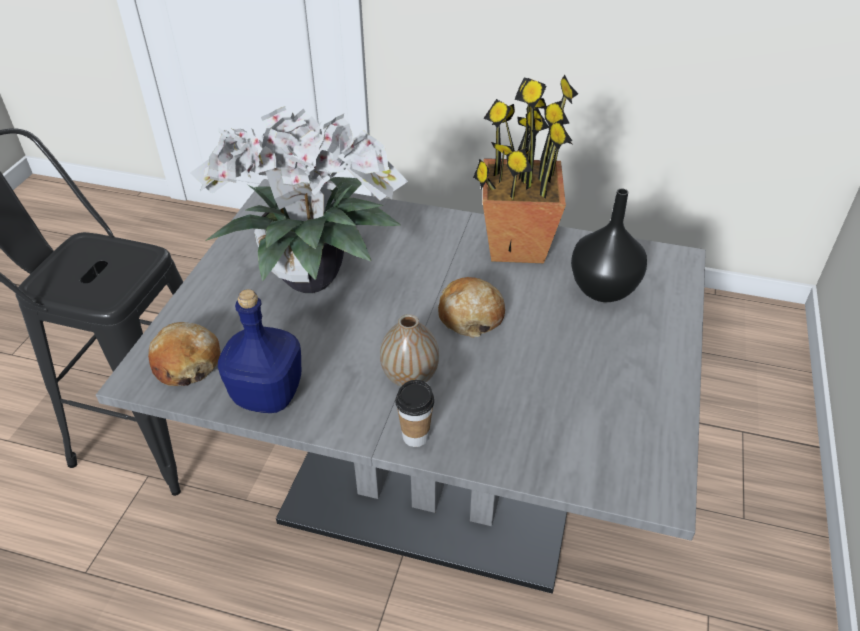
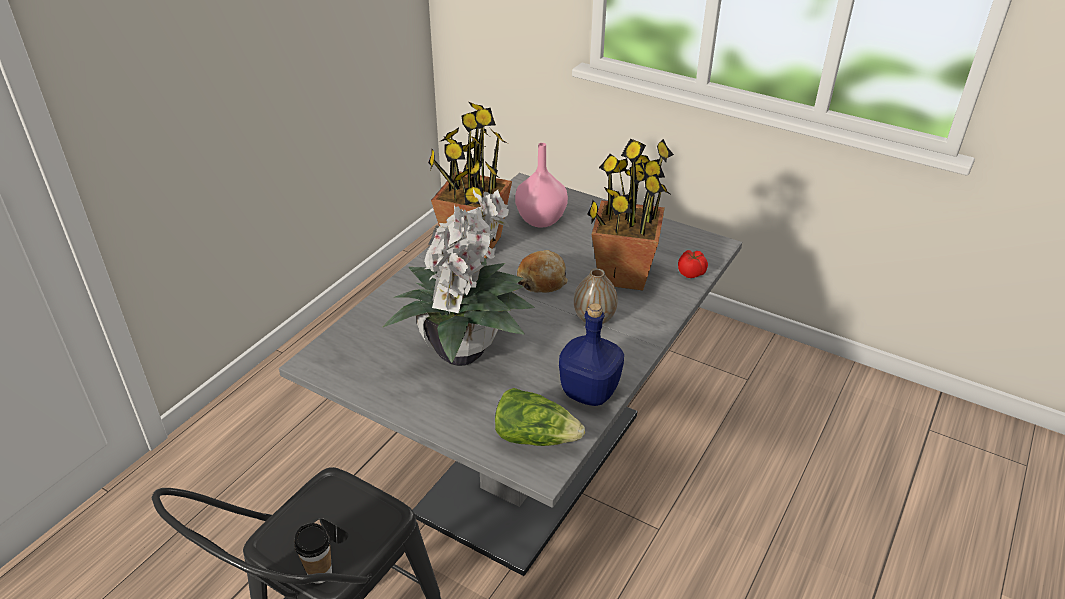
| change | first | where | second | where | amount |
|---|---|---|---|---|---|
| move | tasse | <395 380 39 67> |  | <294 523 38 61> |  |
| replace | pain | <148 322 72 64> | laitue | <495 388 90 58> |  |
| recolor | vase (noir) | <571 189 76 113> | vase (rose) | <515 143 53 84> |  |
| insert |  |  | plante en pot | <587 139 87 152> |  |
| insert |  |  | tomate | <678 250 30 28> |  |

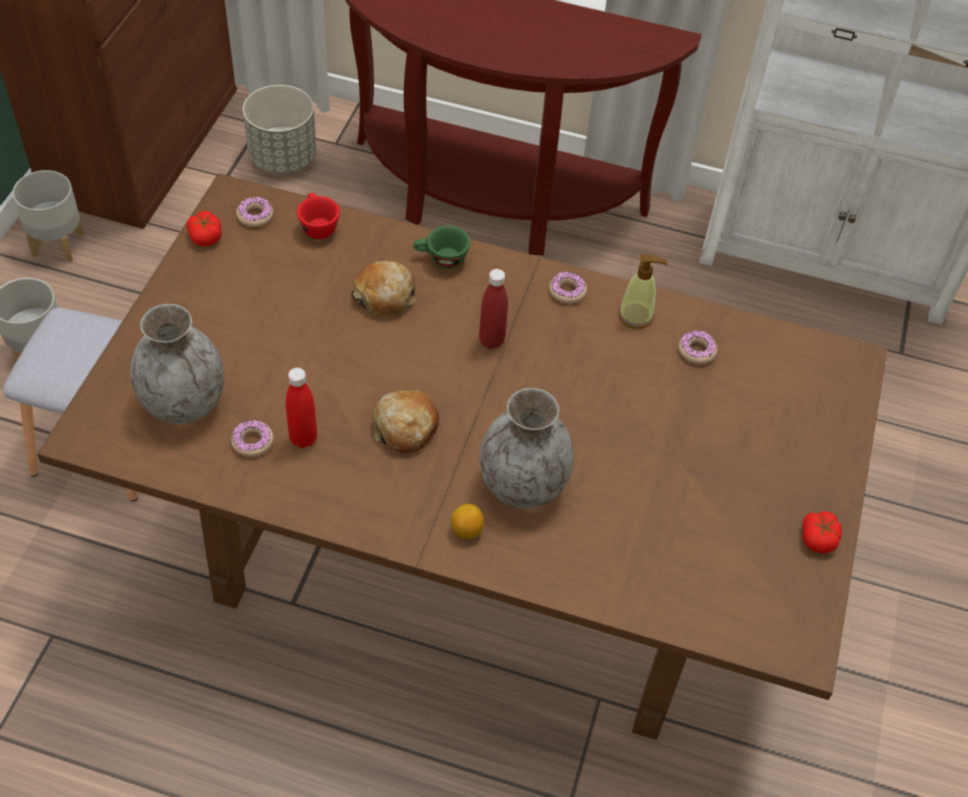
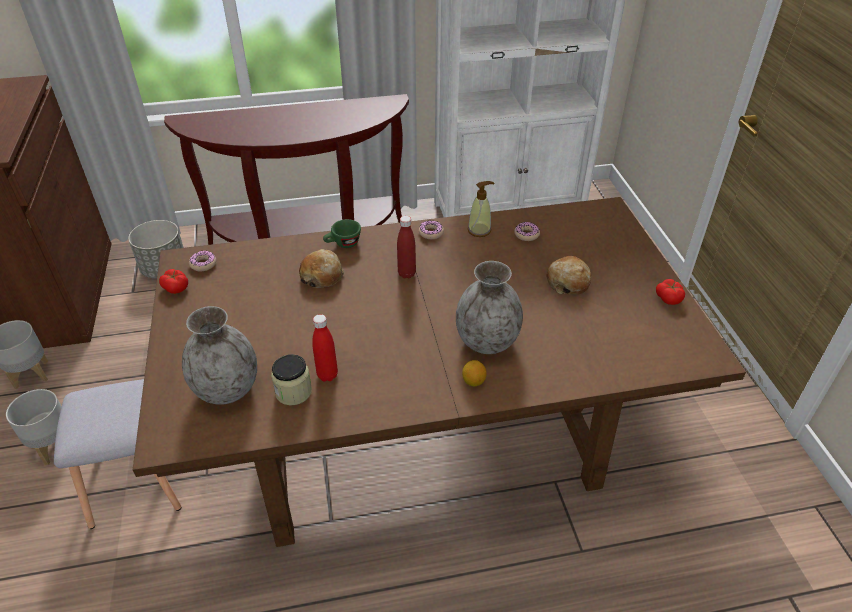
| change | first | where | second | where | amount |
|---|---|---|---|---|---|
| replace | beignet | <231 420 43 37> | bocal | <271 354 41 51> |  |
| move | pain | <372 391 67 63> |  | <546 256 45 38> |  |
| delete | tasse (rouge) | <297 193 43 46> |  |  |  |

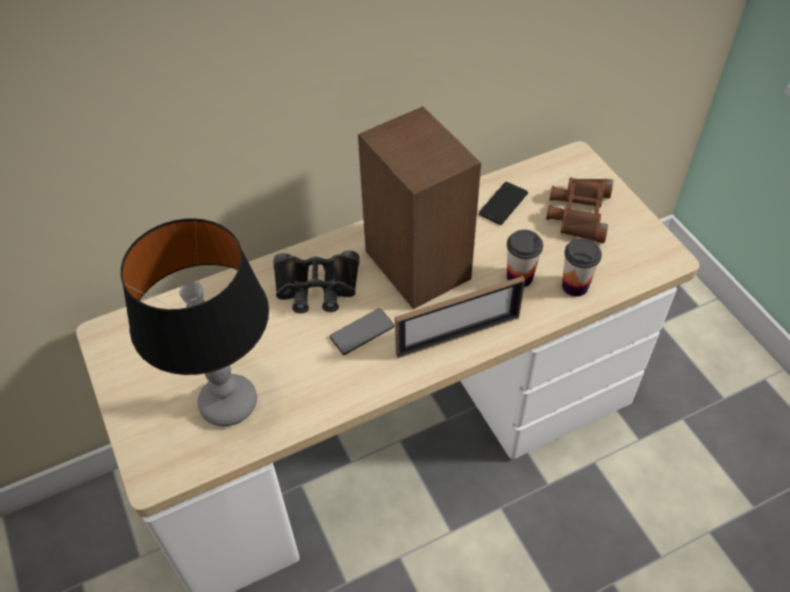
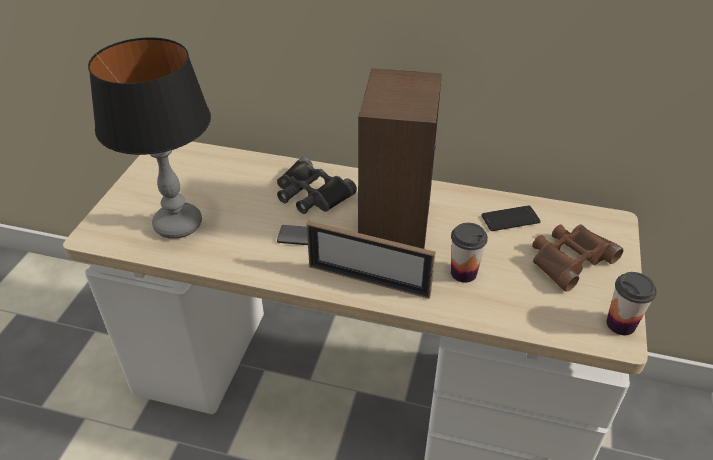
| change | first | where | second | where | amount |
|---|---|---|---|---|---|
| move | tasse | <562 238 40 59> |  | <606 272 51 63> |  |

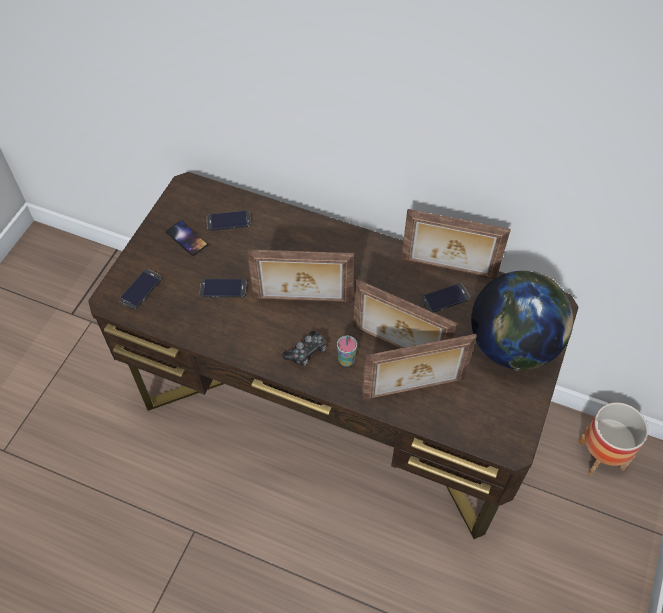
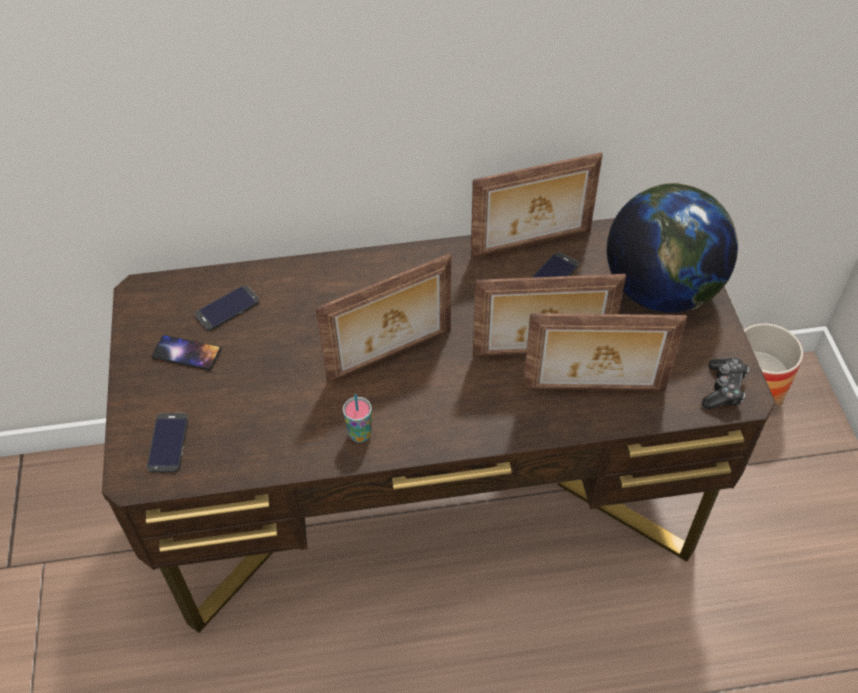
| change | first | where | second | where | amount |
|---|---|---|---|---|---|
| move | tasse | <337 335 20 32> |  | <343 394 29 49> |  |
| rotate | cadre photo | <362 334 115 66> |  | <523 313 164 78> | 45 degrees clockwise |
| move | manette | <282 331 44 35> |  | <702 357 47 53> |  |
| delete | téléphone | <200 279 47 19> |  |  |  |

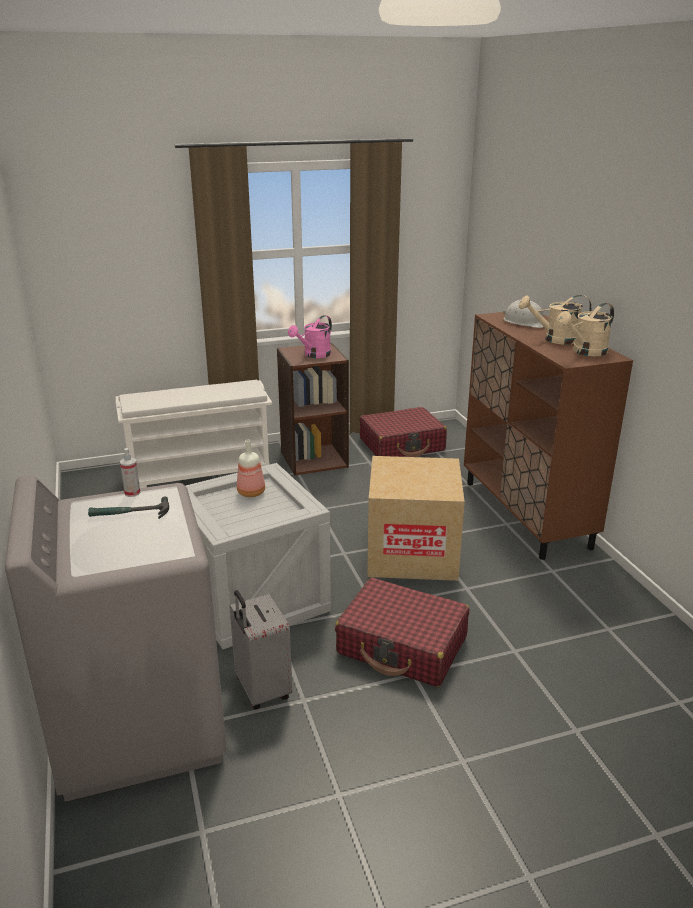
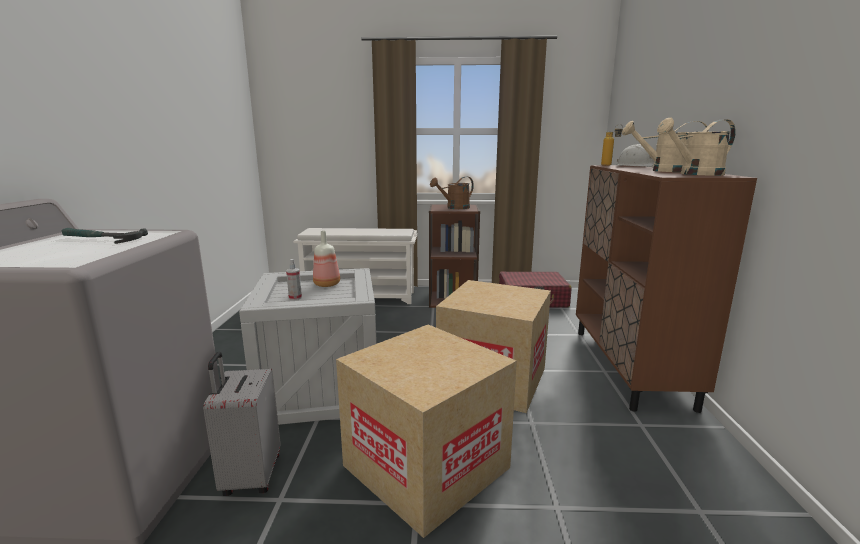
| change | first | where | second | where | amount |
|---|---|---|---|---|---|
| move | vaporisateur | <120 448 20 49> |  | <286 259 16 41> |  |
| replace | valise (rouge) | <335 578 134 109> | carton | <336 324 181 214> |  |
| recolor | arrosoir (rose) | <288 315 44 43> | arrosoir (marron) | <430 177 44 32> |  |
| insert |  |  | bouteille | <601 124 22 42> |  |

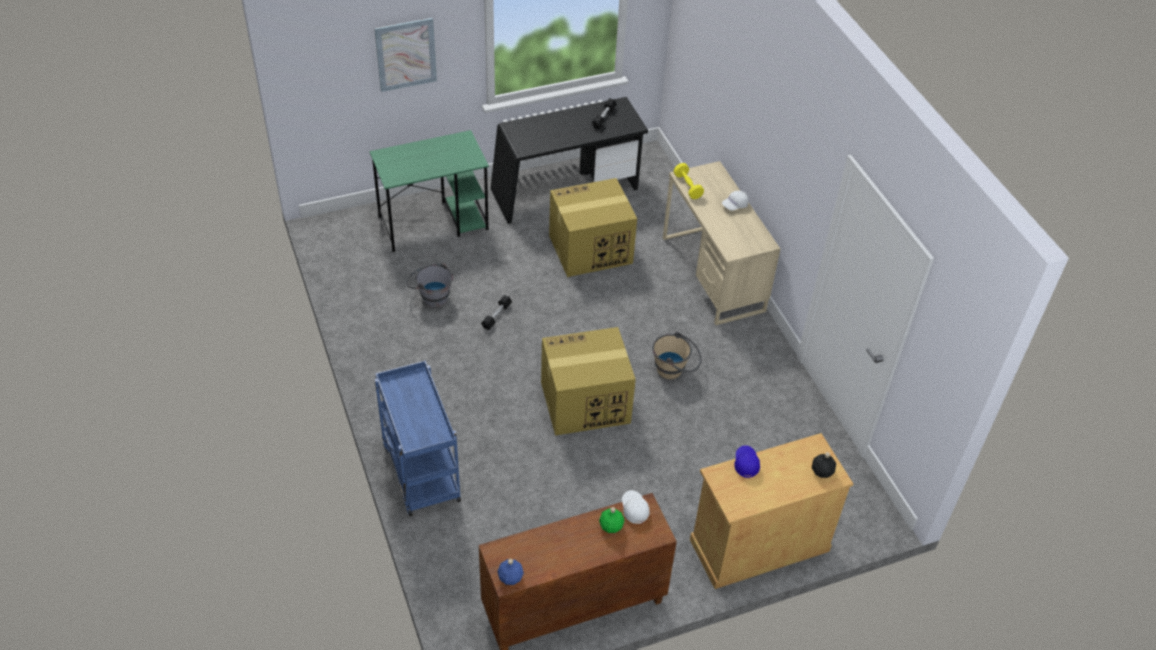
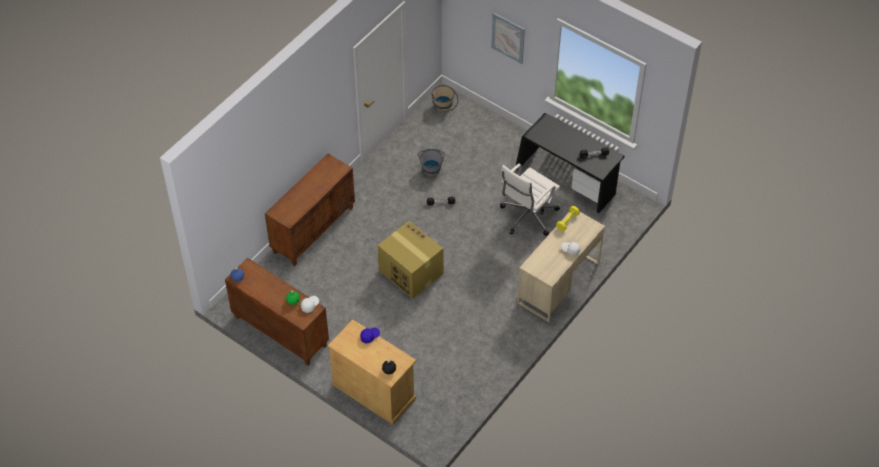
| change | first | where | second | where | amount |
|---|---|---|---|---|---|
| replace | chariot (bleu) | <375 361 86 155> | meuble de rangement (marron) | <265 154 90 112> |  |
| move | seau (beige) | <652 332 50 47> |  | <432 85 26 27> |  |
| replace | carton | <549 178 88 99> | chaise de bureau (blanc) | <500 164 60 72> |  |
| delete | bureau (vert) | <370 130 119 122> |  |  |  |

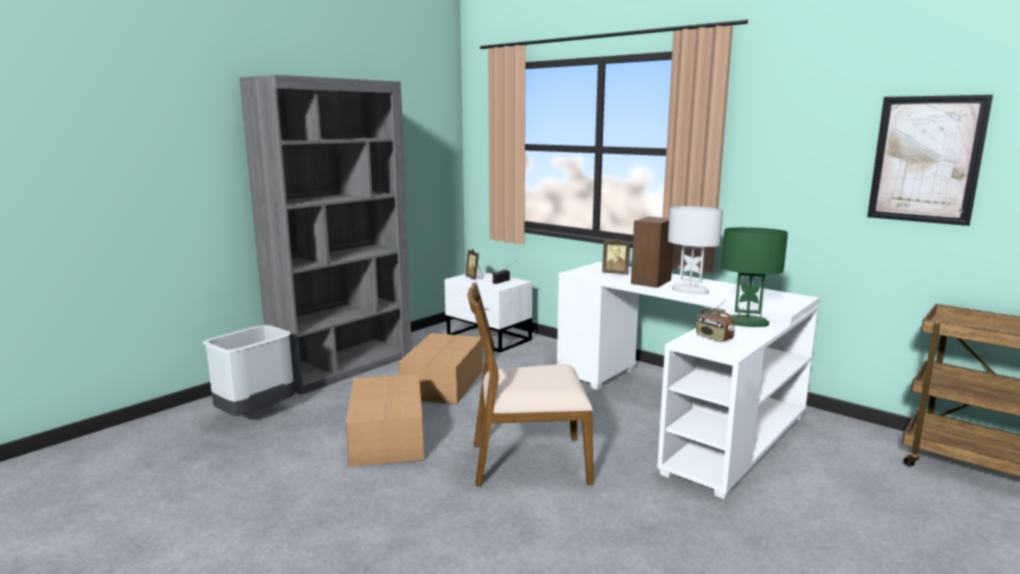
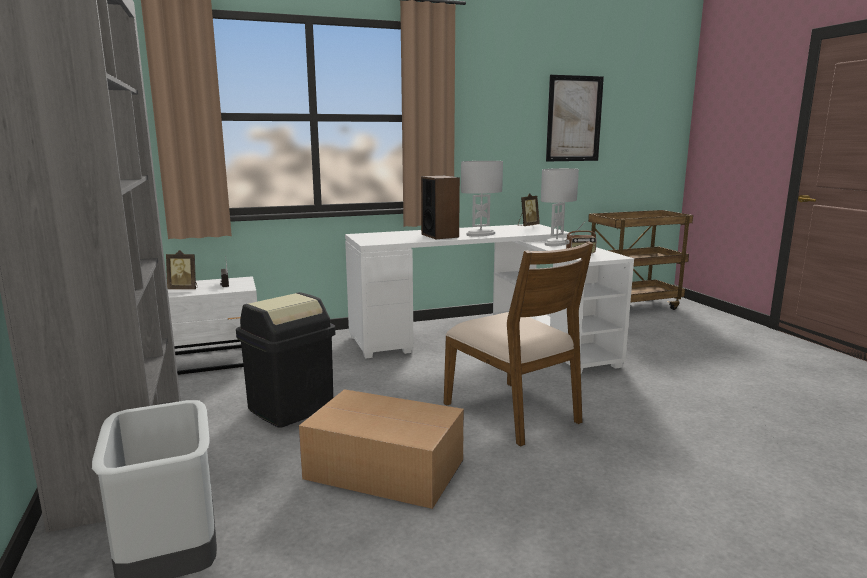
| change | first | where | second | where | amount |
|---|---|---|---|---|---|
| replace | carton | <399 333 84 71> | poubelle (noir) | <236 292 99 136> |  |
| rotate | chaise (marron) | <468 282 125 204> |  | <444 241 149 206> | 60 degrees counterclockwise |
| move | cadre photo | <602 238 28 36> |  | <518 193 22 33> |  |
| recolor | lampe de table (vert) | <721 227 67 100> | lampe de table (blanc) | <541 168 38 78> |  |

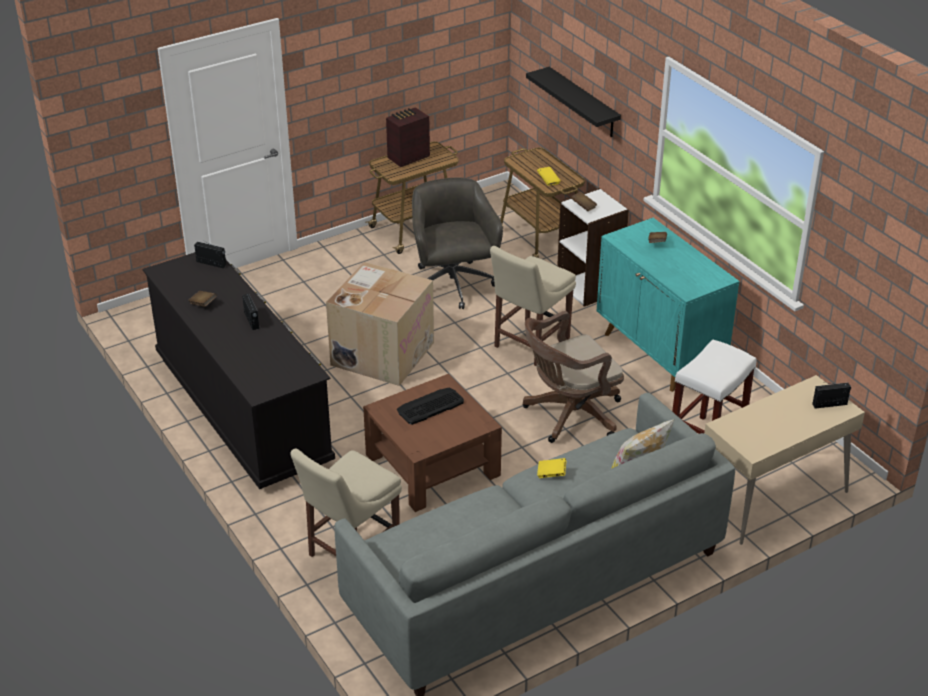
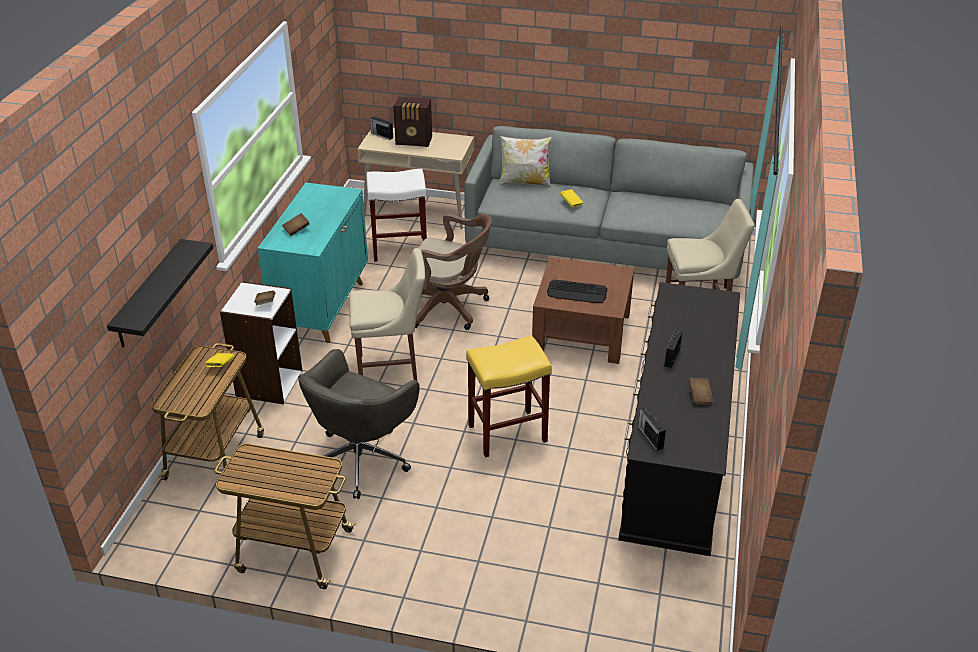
| change | first | where | second | where | amount |
|---|---|---|---|---|---|
| move | radio | <386 107 44 60> |  | <393 97 39 50> |  |
| replace | carton | <326 262 108 124> | tabouret (jaune) | <466 335 86 123> |  |

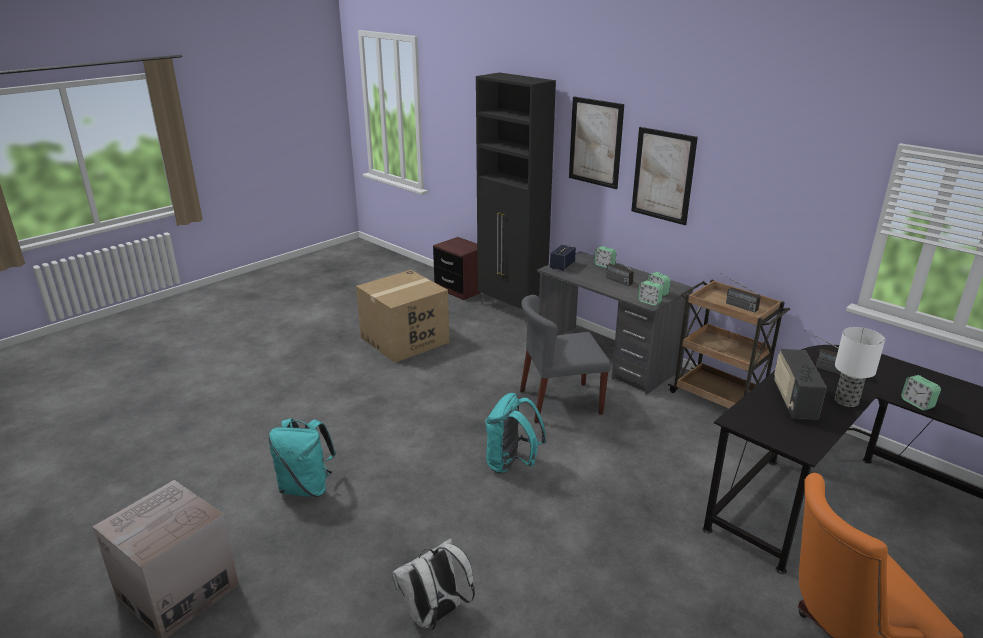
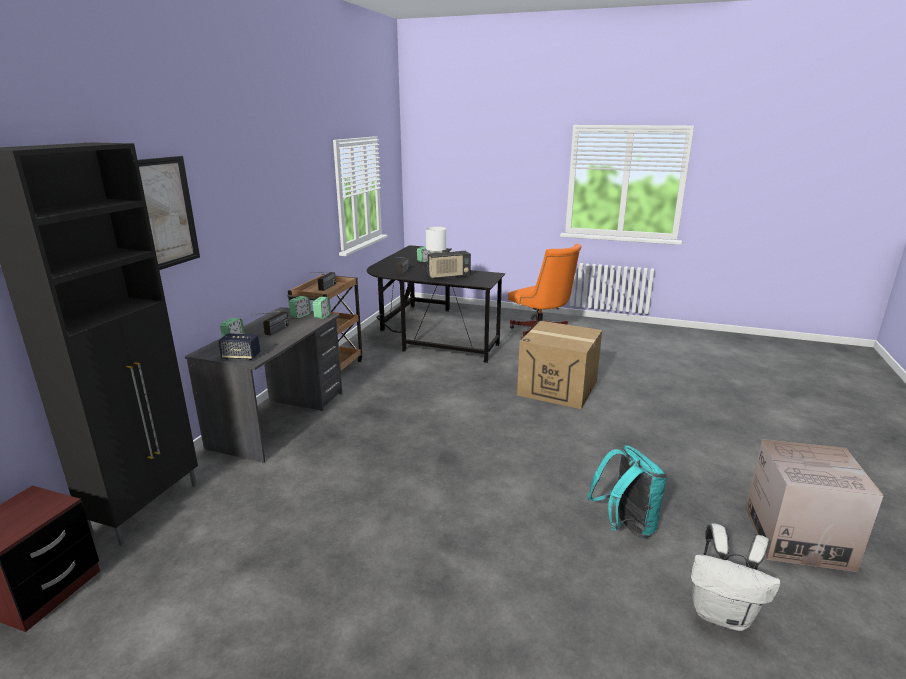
| change | first | where | second | where | amount |
|---|---|---|---|---|---|
| move | carton | <356 270 93 93> |  | <517 321 85 88> |  |
| move | sac à dos (blanc) | <392 538 83 92> |  | <691 523 90 108> |  |
| delete | sac à dos (turquoise) | <485 393 61 81> |  |  |  |
| delete | chaise (gris) | <520 295 91 128> |  |  |  |
| delete | tableau | <631 127 67 98> |  |  |  |

